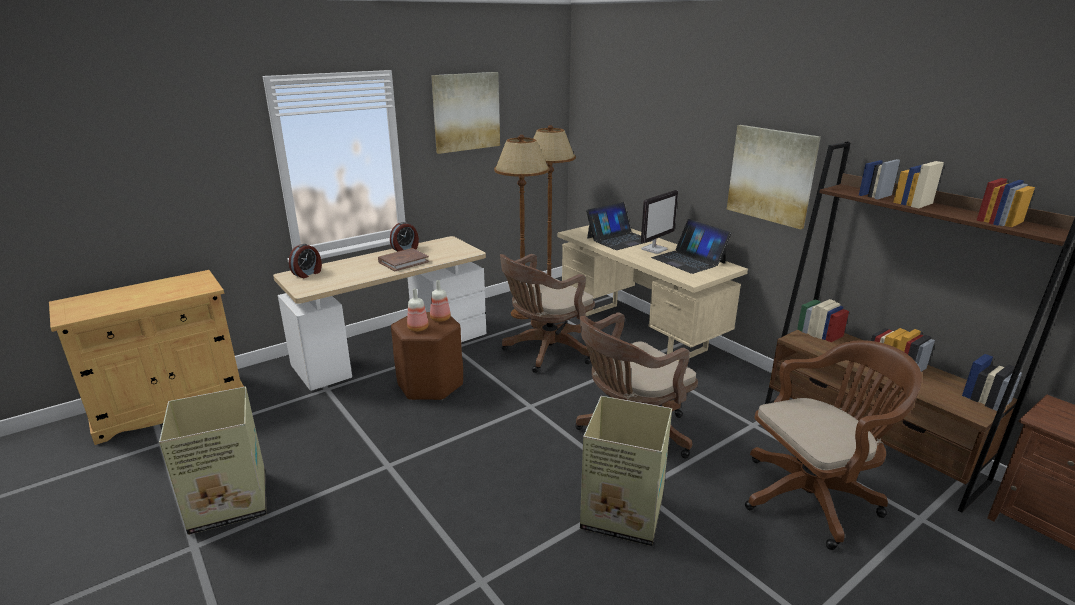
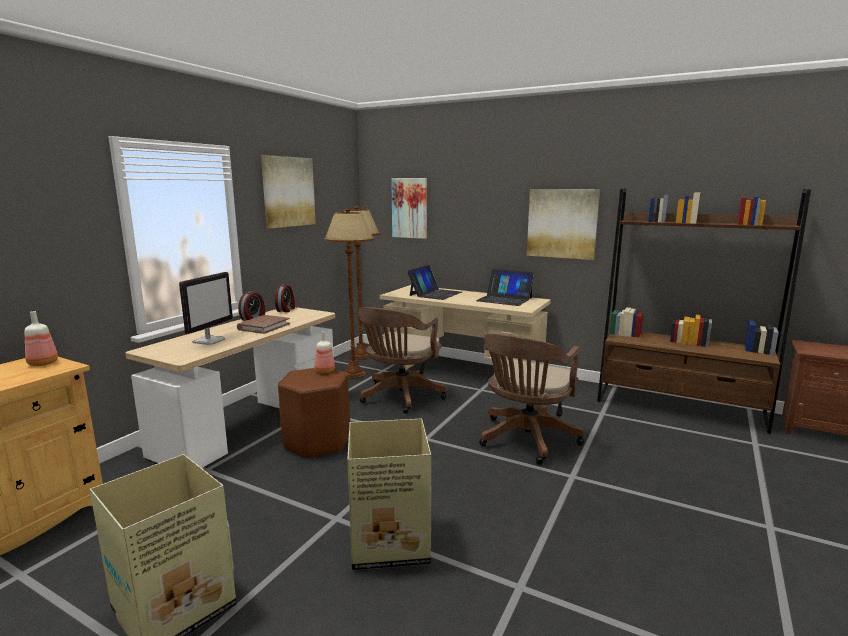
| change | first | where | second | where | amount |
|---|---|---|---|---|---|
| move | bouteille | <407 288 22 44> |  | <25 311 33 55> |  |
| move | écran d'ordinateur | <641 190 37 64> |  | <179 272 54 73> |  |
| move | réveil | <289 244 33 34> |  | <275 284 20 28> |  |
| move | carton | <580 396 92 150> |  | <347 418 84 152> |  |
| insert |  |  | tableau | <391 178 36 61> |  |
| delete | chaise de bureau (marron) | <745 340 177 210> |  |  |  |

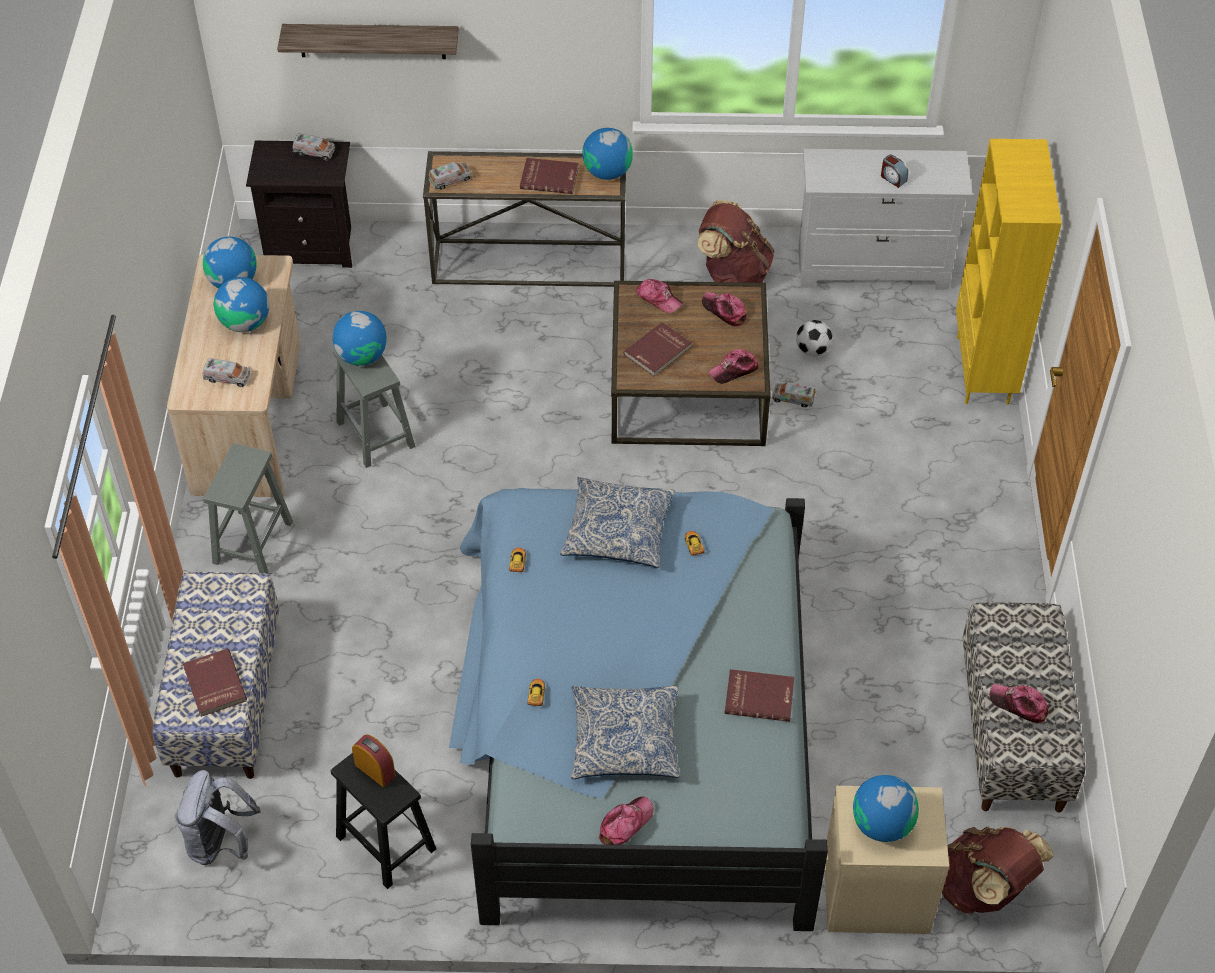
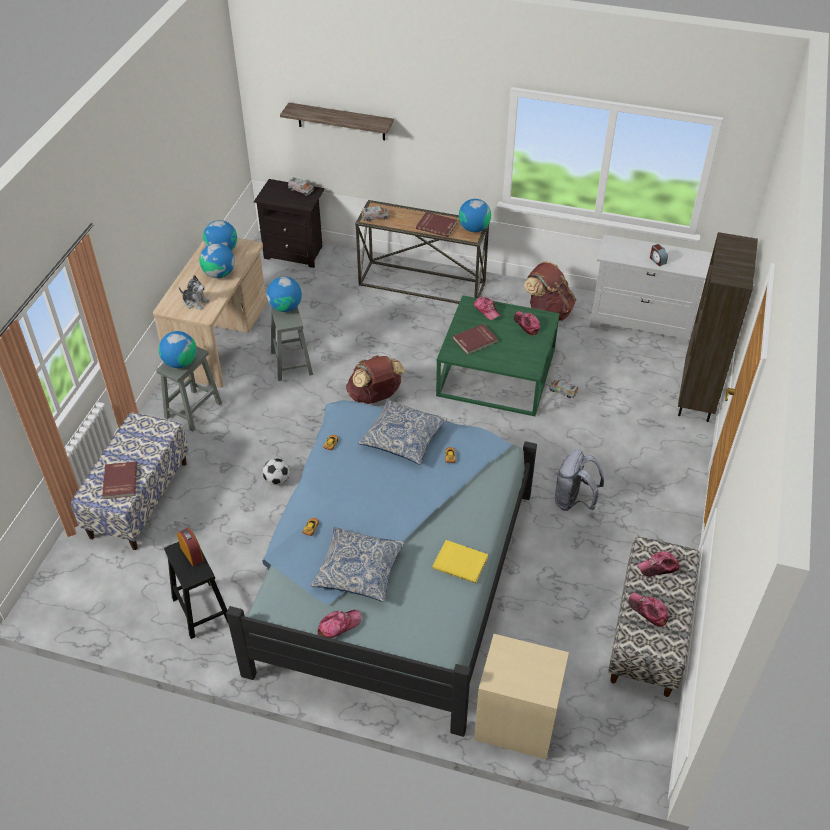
| change | first | where | second | where | amount |
|---|---|---|---|---|---|
| move | globe | <853 775 66 67> |  | <159 331 38 37> |  |
| replace | camion jouet | <203 358 47 29> | peluche | <179 275 31 35> |  |
| move | ballon de foot | <796 320 37 37> |  | <263 458 27 27> |  |
| move | sac à dos (marron) | <942 827 112 86> |  | <346 355 59 49> |  |
| recolor | livre (rouge) | <725 669 70 53> | livre (jaune) | <433 540 55 43> |  |
| recolor | table basse (marron) | <611 281 160 165> | table basse (vert) | <436 295 124 121> |  |
| move | sac à dos (gris) | <175 770 86 95> |  | <555 449 49 62> |  |
| move | casquette | <708 349 51 35> |  | <638 551 42 26> |  |
| recolor | bibliothèque (jaune) | <956 139 106 265> | bibliothèque (marron) | <678 232 80 190> |  |

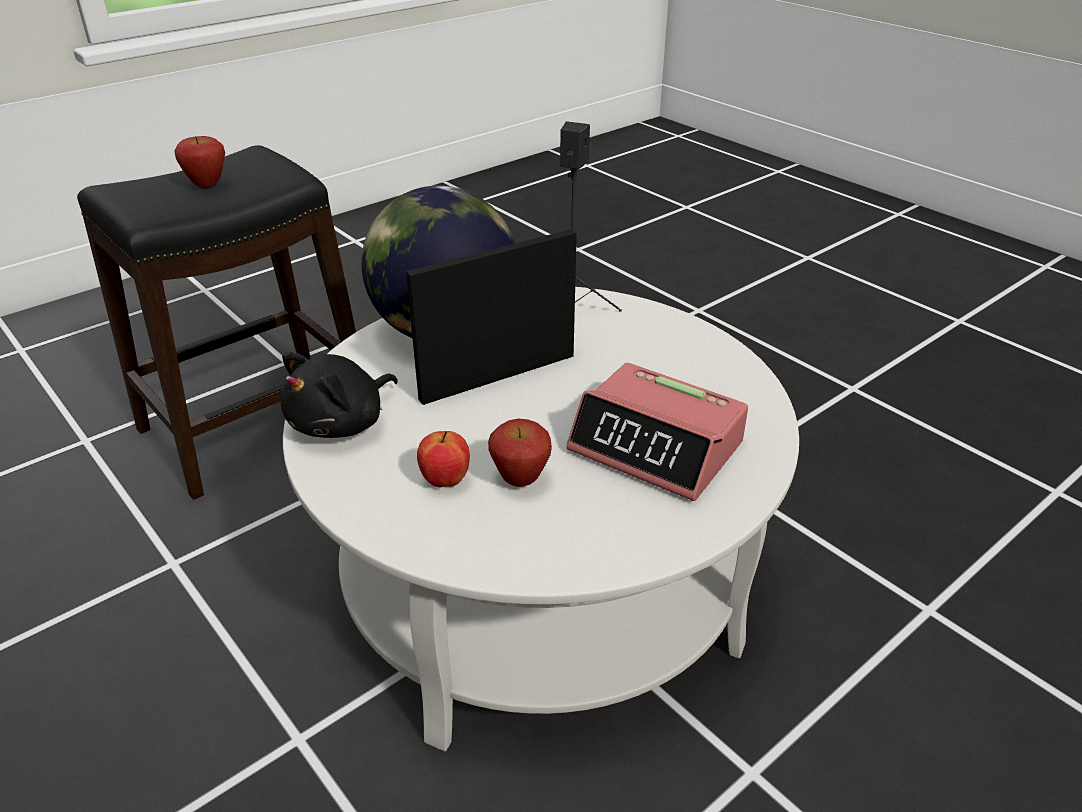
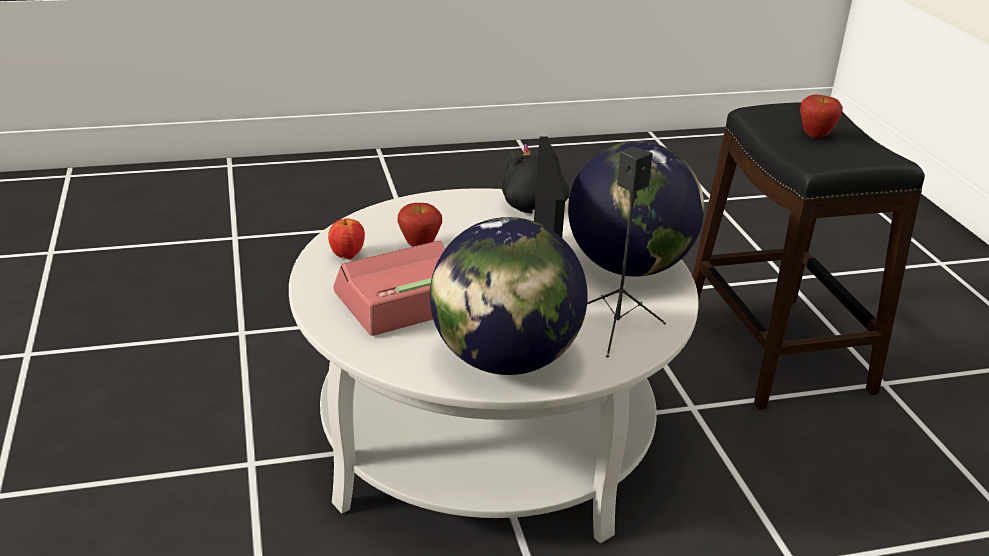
| change | first | where | second | where | amount |
|---|---|---|---|---|---|
| move | pomme | <417 431 53 57> |  | <328 218 37 41> |  |
| insert |  |  | globe | <430 217 158 158> |  |

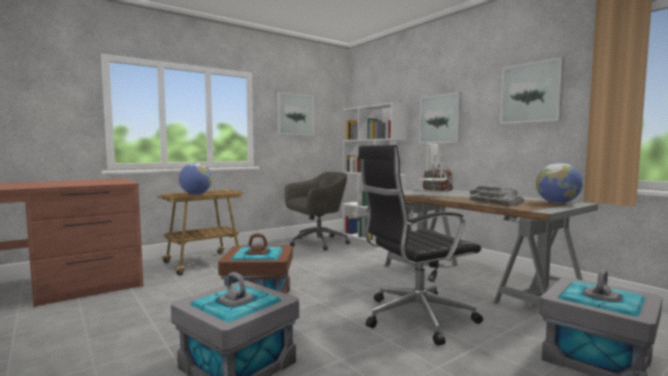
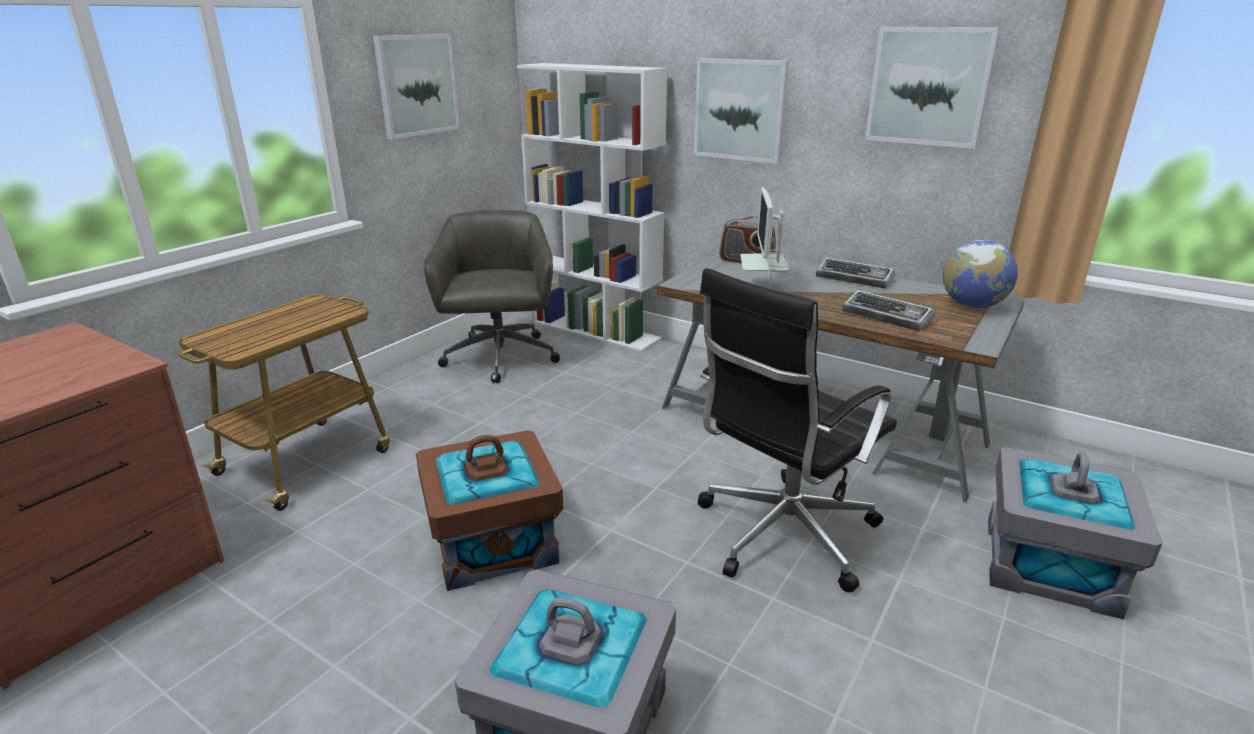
| change | first | where | second | where | amount |
|---|---|---|---|---|---|
| rotate | chaise de bureau (gris) | <284 172 67 79> |  | <424 210 136 173> | 45 degrees counterclockwise |
| delete | globe | <179 163 34 32> |  |  |  |

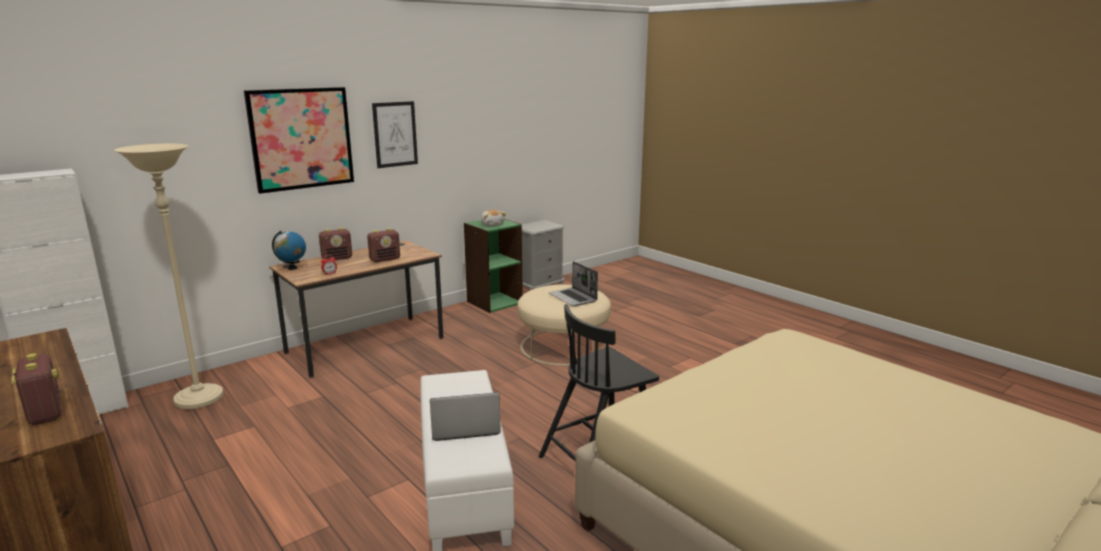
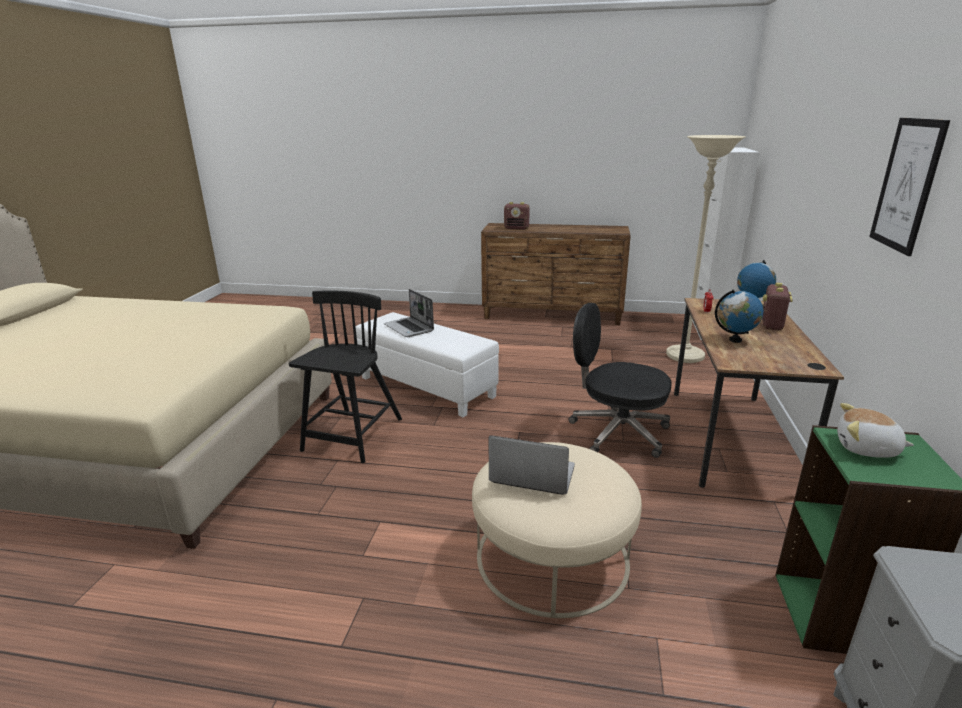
| change | first | where | second | where | amount |
|---|---|---|---|---|---|
| rotate | ordinateur portable | <430 392 71 49> |  | <384 289 50 48> | 105 degrees clockwise |
| insert |  |  | chaise de bureau (noir) | <568 303 103 155> |  |
| replace | radio | <367 228 33 34> | globe | <715 290 48 53> |  |
| delete | tableau | <244 87 110 107> |  |  |  |

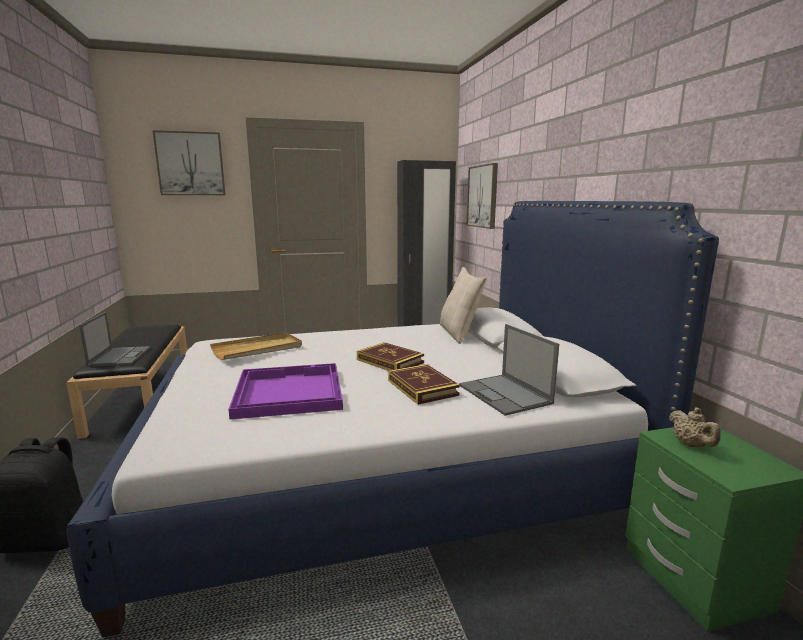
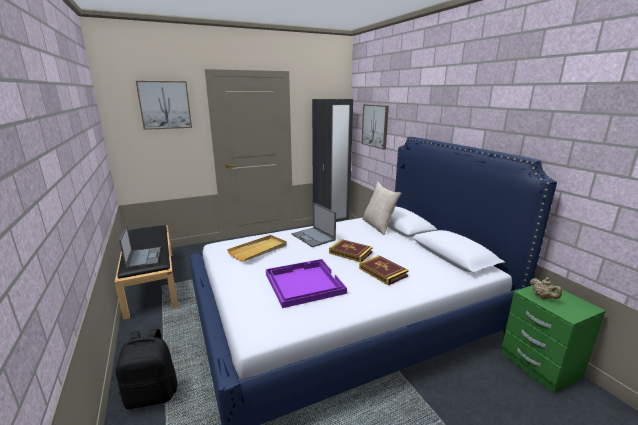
| change | first | where | second | where | amount |
|---|---|---|---|---|---|
| move | ordinateur portable | <459 324 100 92> |  | <292 203 44 44> |  |

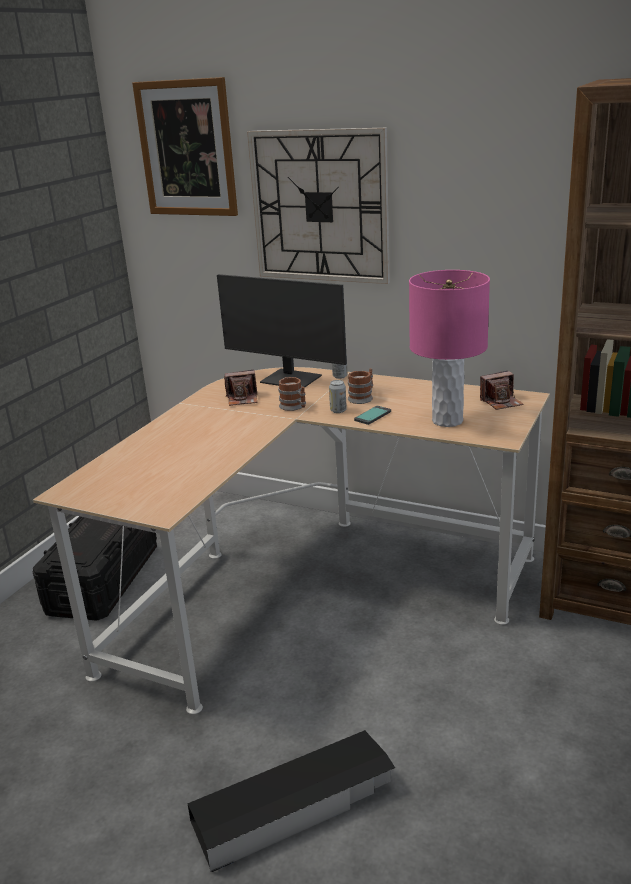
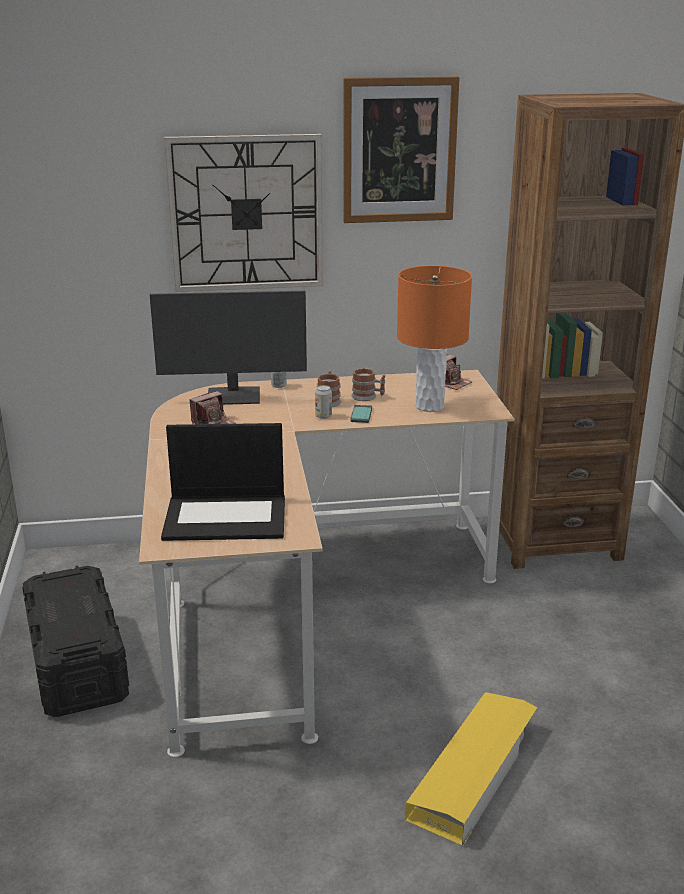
| change | first | where | second | where | amount |
|---|---|---|---|---|---|
| insert |  |  | ordinateur portable | <161 423 124 118> |  |
| move | tableau | <132 77 106 139> |  | <343 76 117 147> |  |
| move | mug | <278 377 28 34> |  | <351 368 34 33> |  |
| recolor | lampe de table (rose) | <409 270 81 157> | lampe de table (orange) | <397 266 75 146> |  |
| recolor | boîte de rangement (noir) | <187 730 208 142> | boîte de rangement (jaune) | <405 692 132 154> |  |

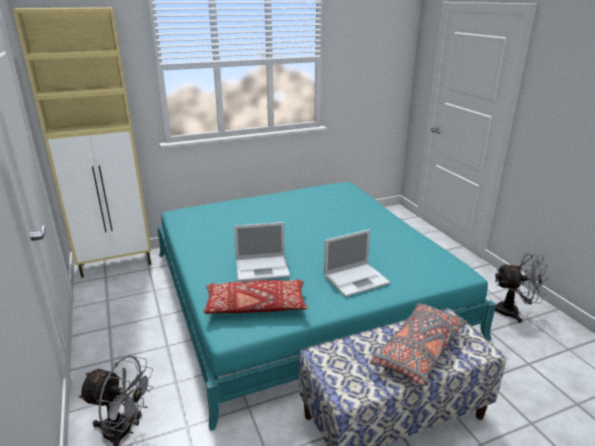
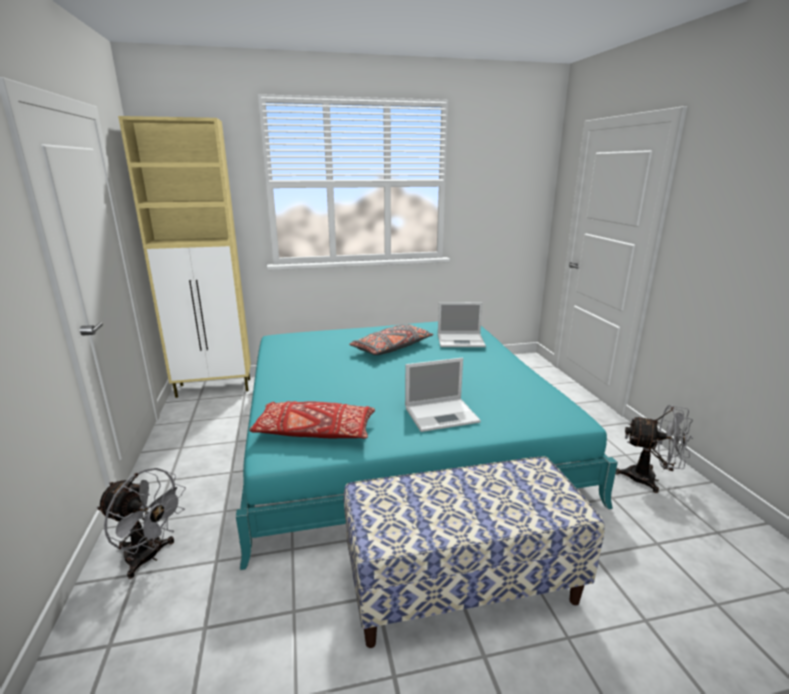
| change | first | where | second | where | amount |
|---|---|---|---|---|---|
| move | coussin (gris) | <370 303 97 83> |  | <349 324 84 31> |  |
| move | ordinateur portable | <234 222 56 60> |  | <438 302 48 45> |  |

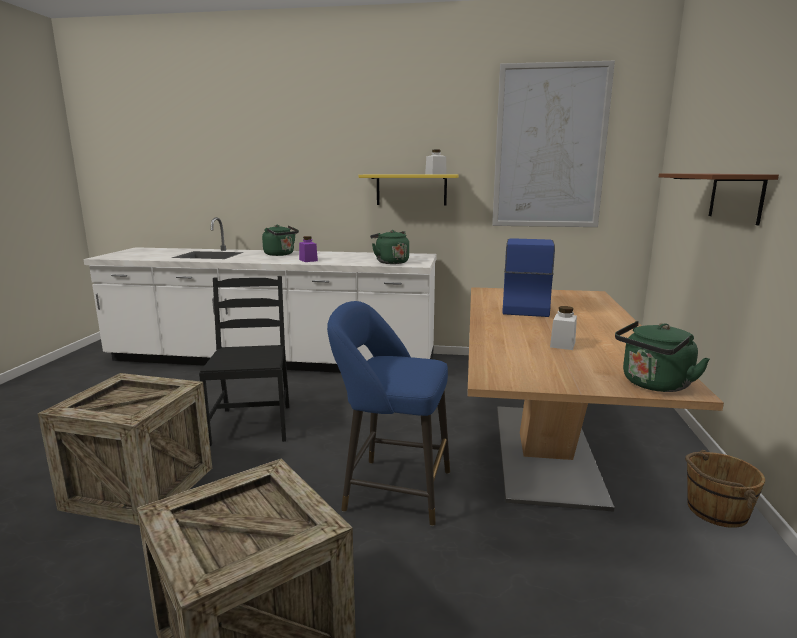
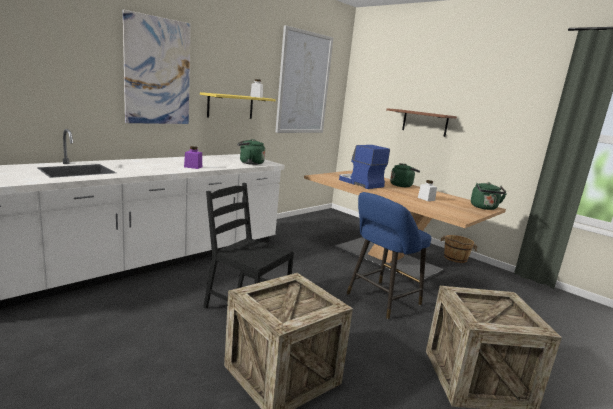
| change | first | where | second | where | amount |
|---|---|---|---|---|---|
| insert |  |  | tableau | <123 9 68 115> |  |
| move | bouilloire (vert) | <262 225 37 31> |  | <390 163 30 24> |  |

